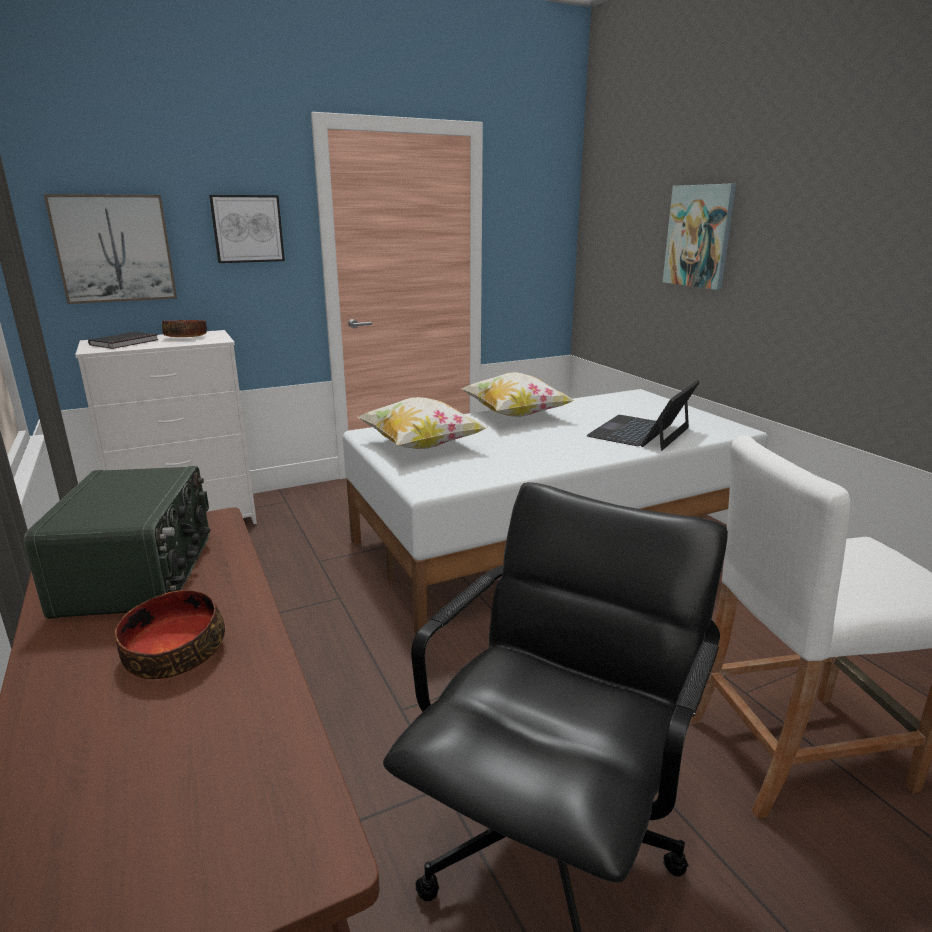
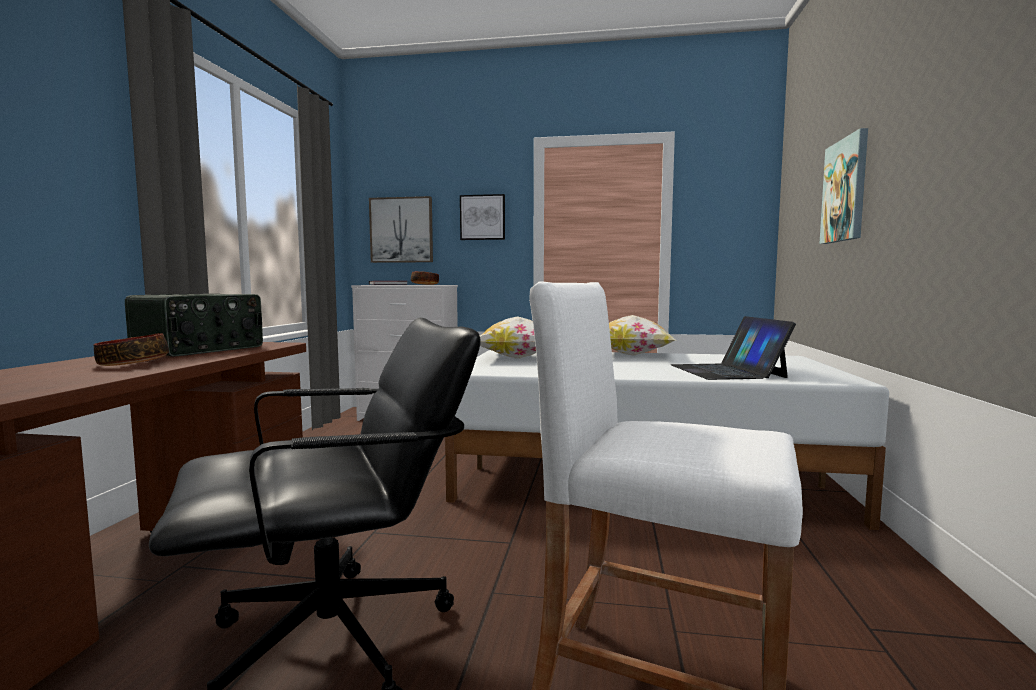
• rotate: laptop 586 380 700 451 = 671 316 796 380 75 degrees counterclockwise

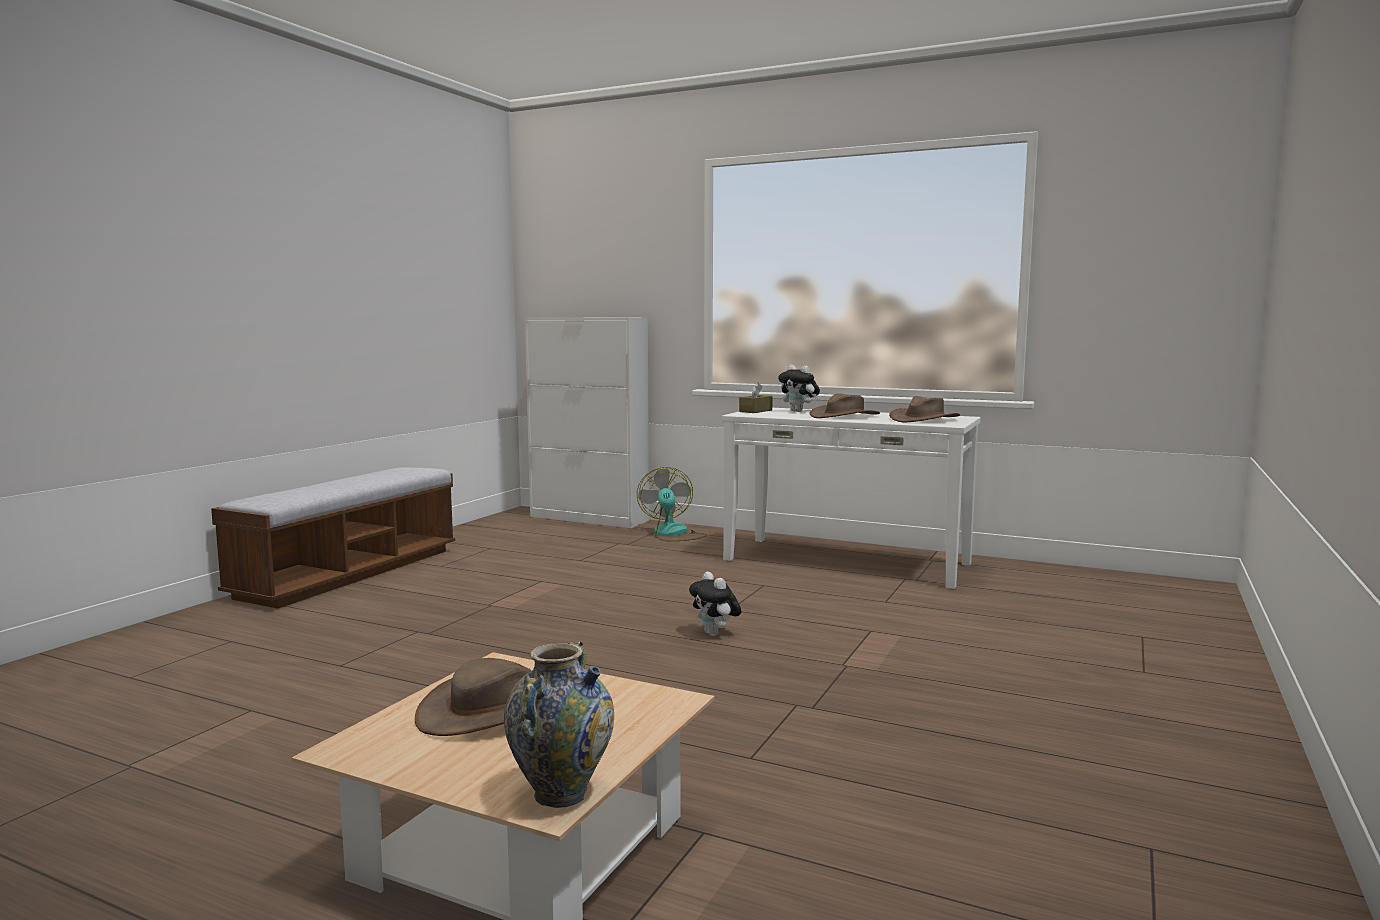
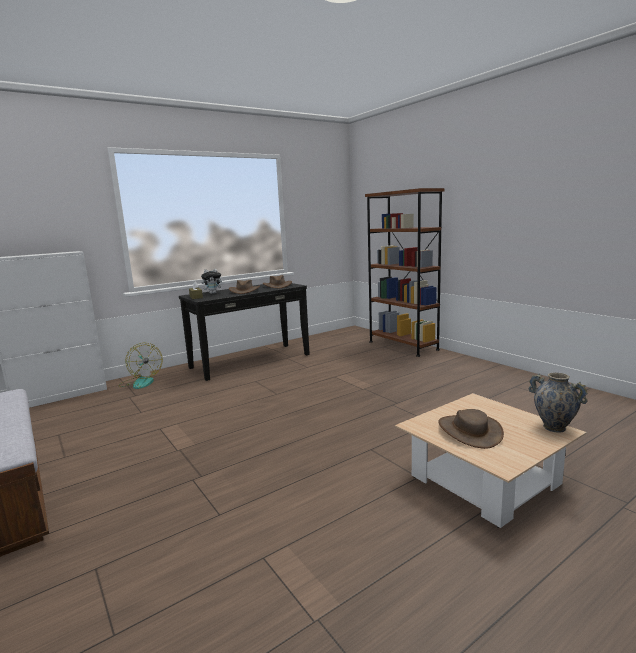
• rotate: fan 637 467 707 541 = 118 343 163 389 150 degrees counterclockwise
• delete: plush toy 689 572 741 636
• recolor: white console table 722 408 981 589 to black console table 179 283 310 381
• insert: brown bookcase 365 188 444 357

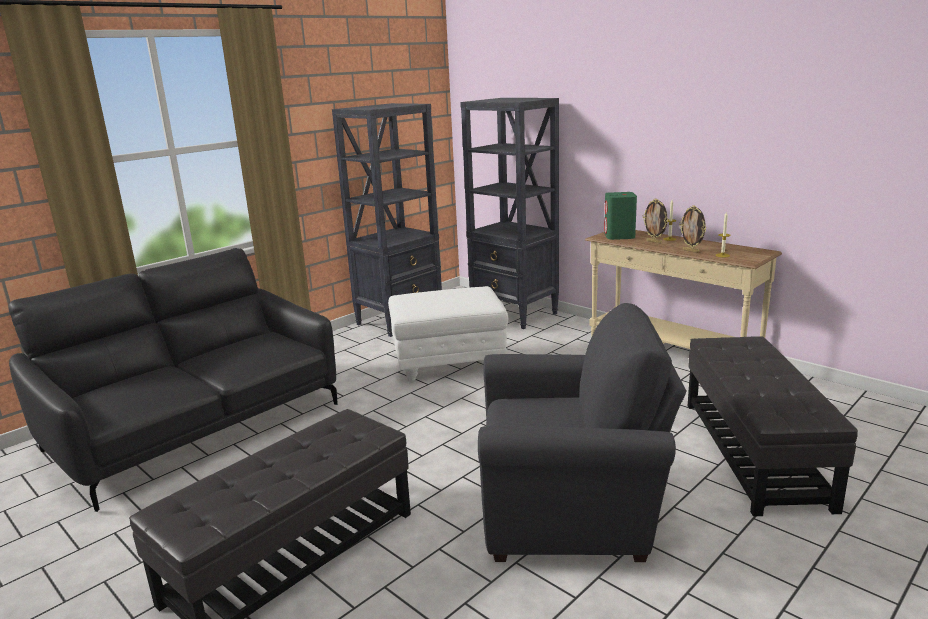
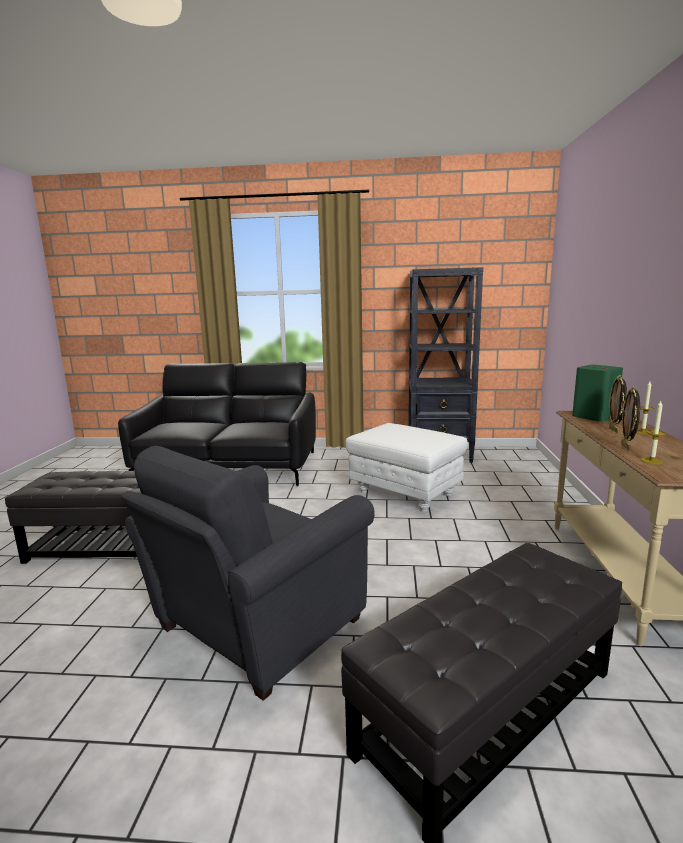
• delete: black bookcase 460 98 559 329
• rotate: grey armchair 478 303 687 562 = 121 446 375 701 75 degrees clockwise

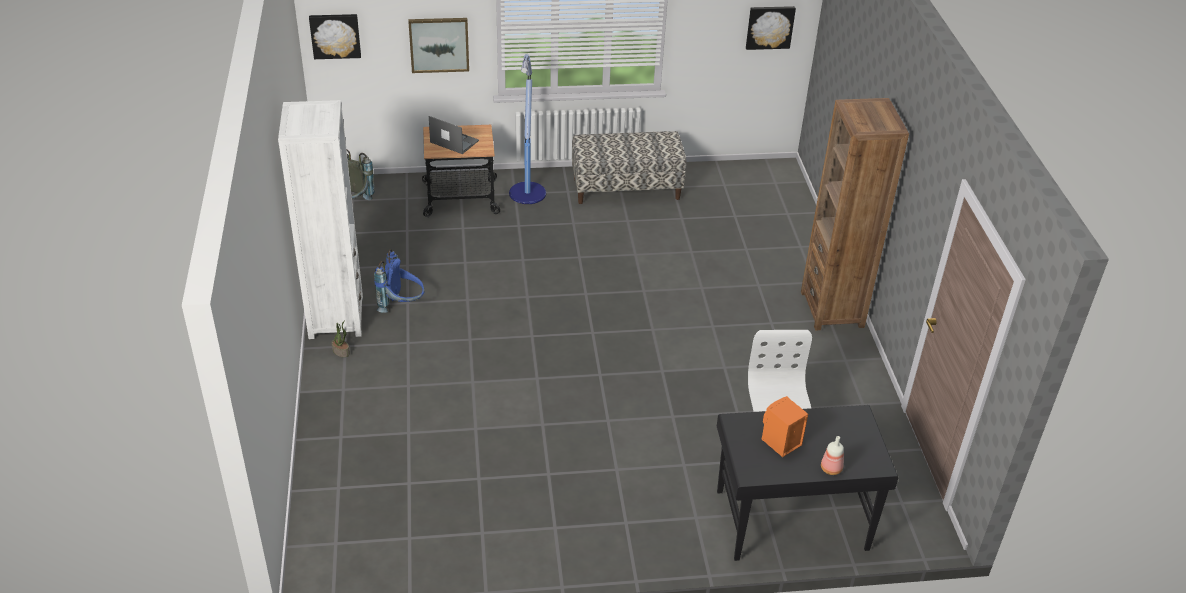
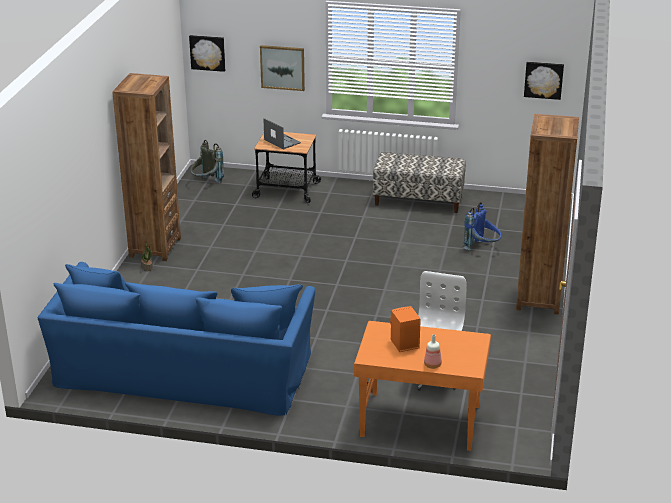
• recolor: white bookcase 278 100 363 339 to brown bookcase 112 73 181 261
• move: blue backpack 374 249 425 313 to 463 202 502 250
• delete: floor lamp 509 54 546 204
• recolor: black desk 717 405 898 561 to orange desk 354 321 491 451
• insert: blue sofa 38 262 315 416

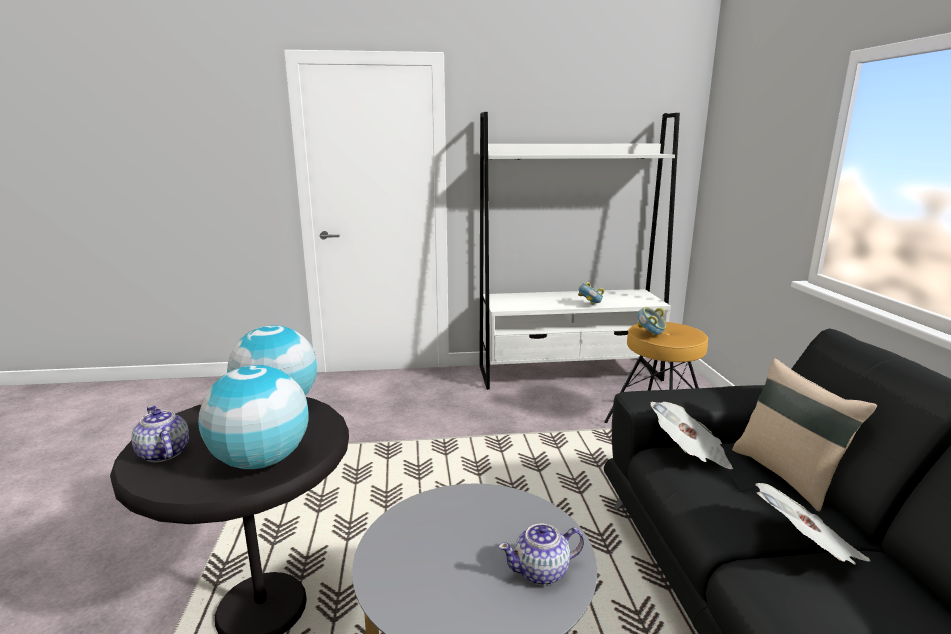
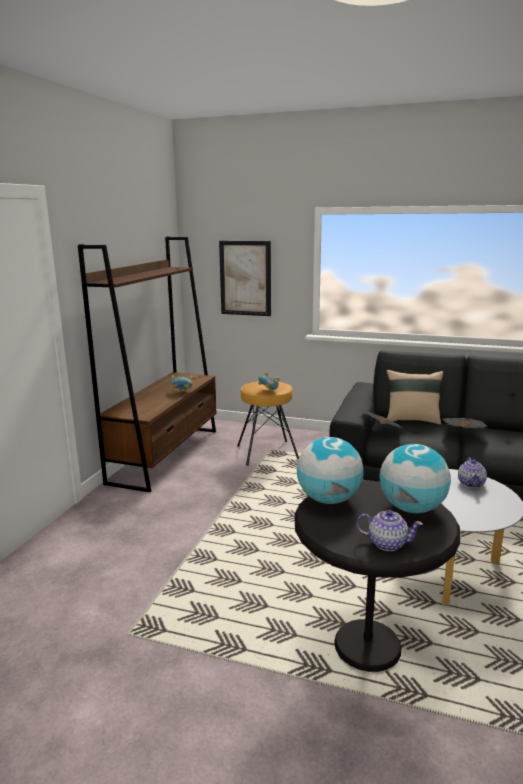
• rotate: teapot 131 405 189 462 = 356 510 423 551 150 degrees counterclockwise
• recolor: white bookcase 480 112 680 390 to brown bookcase 78 237 217 492
• insert: picture 219 241 271 316

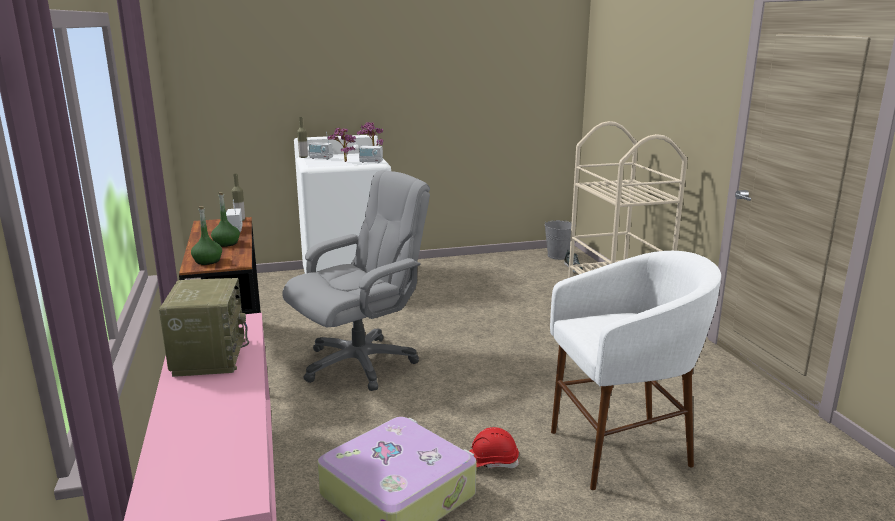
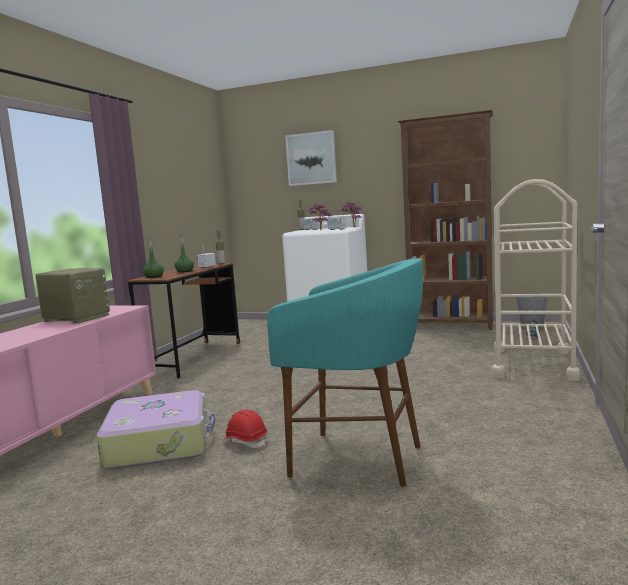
• rotate: radio 159 278 249 377 = 35 268 110 324 90 degrees counterclockwise
• delete: grey office chair 282 170 430 391
• recolor: white stool 550 251 721 490 to turquoise stool 267 258 423 487
• insert: picture 285 130 337 186
• insert: brown bookcase 397 110 493 330

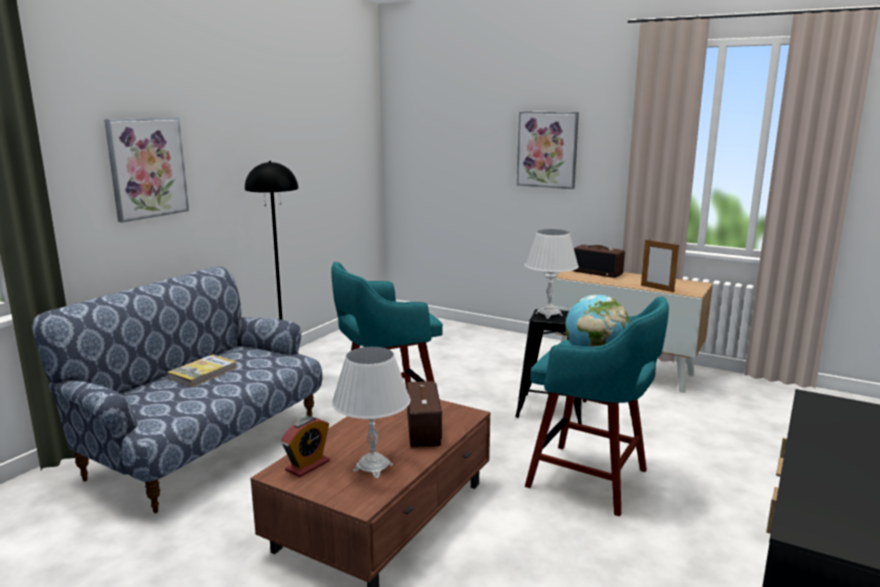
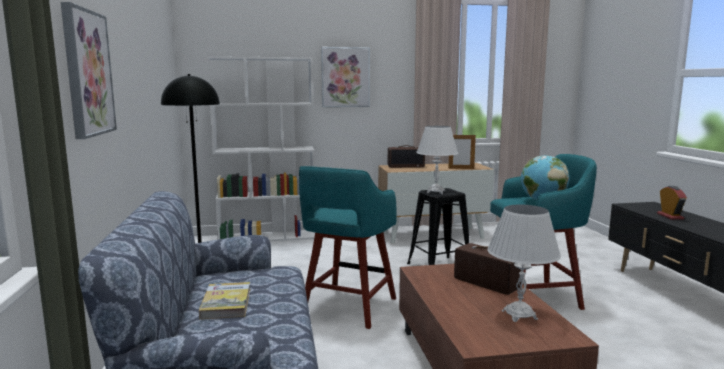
• move: alarm clock 281 416 330 478 to 657 186 687 220
• insert: white bookcase 207 56 315 241

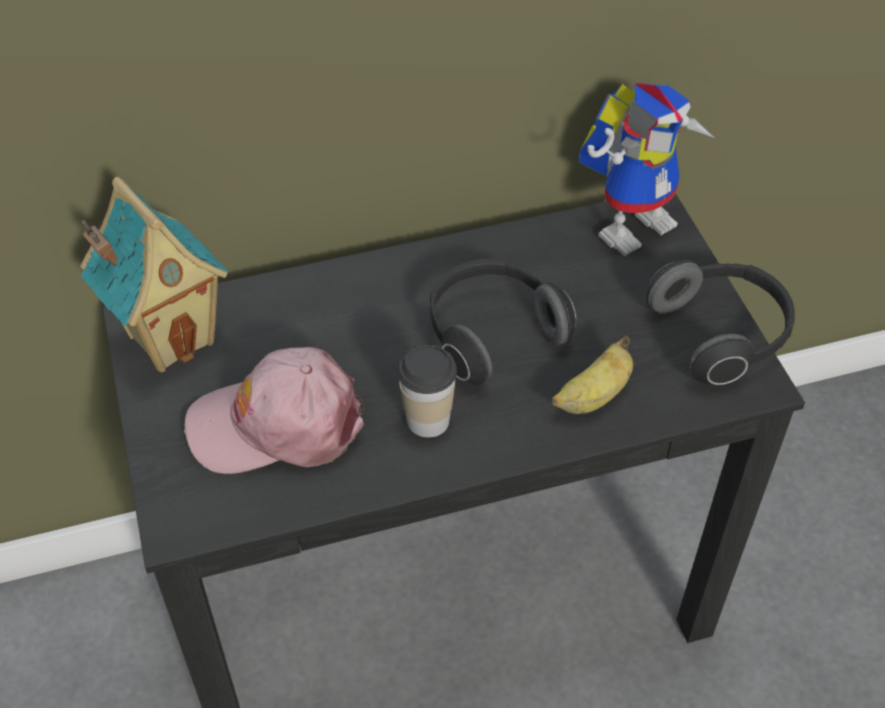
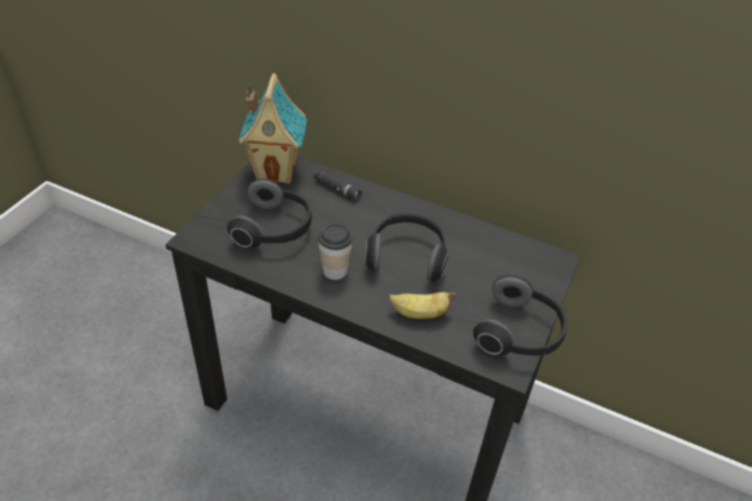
• replace: pink cap 184 347 364 474 to headphones 227 179 312 248
• delete: toy robot 579 83 714 256
• insert: black flashlight 314 169 362 201

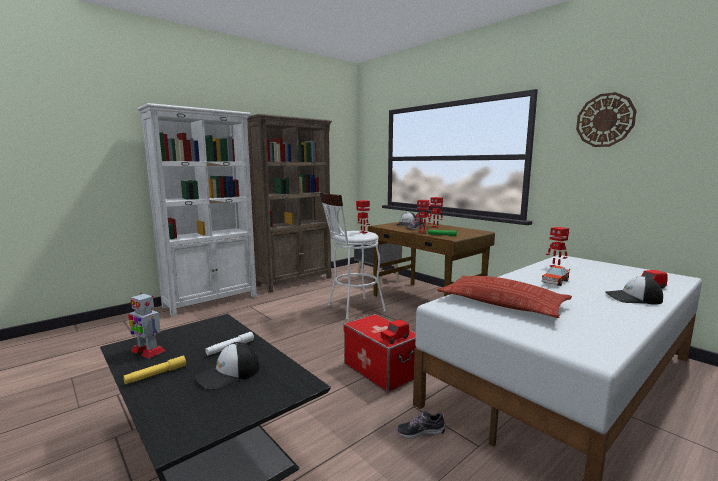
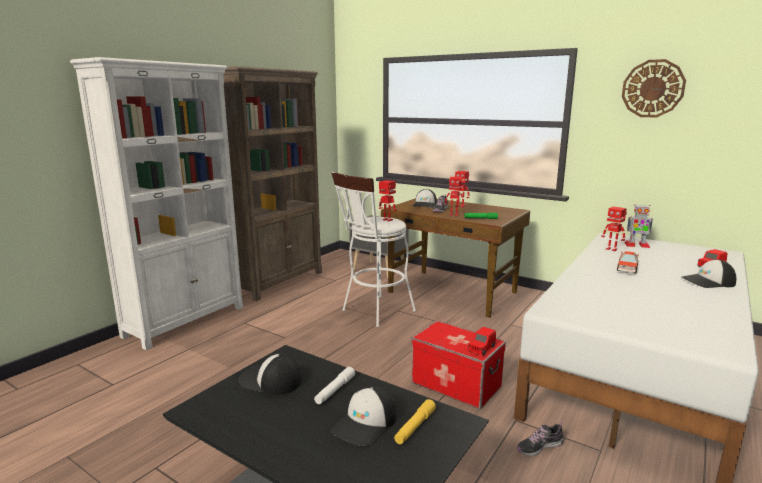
• move: yellow flashlight 123 356 186 384 to 394 399 436 444
• move: toy robot 128 292 166 359 to 625 204 653 248
• delete: pillow 437 275 572 318
• insert: cap 239 354 302 395

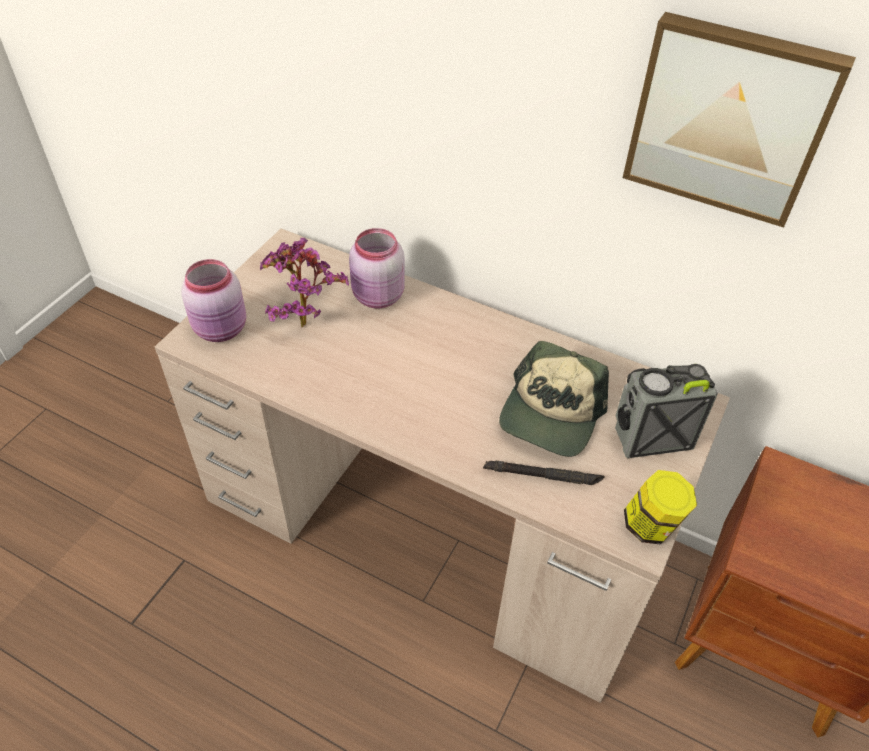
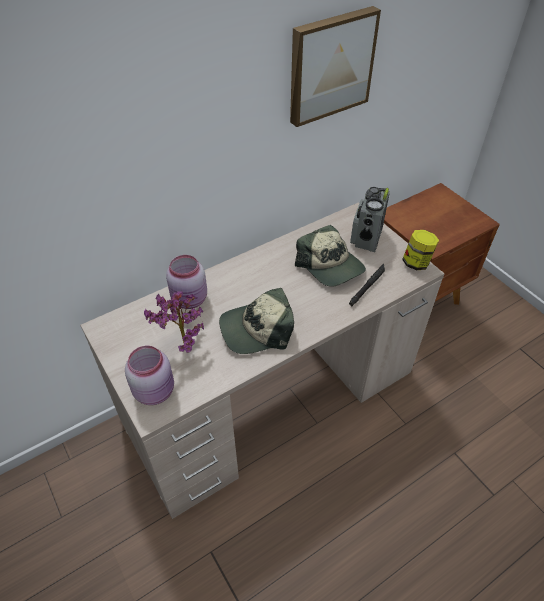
• insert: cap 219 288 294 354

